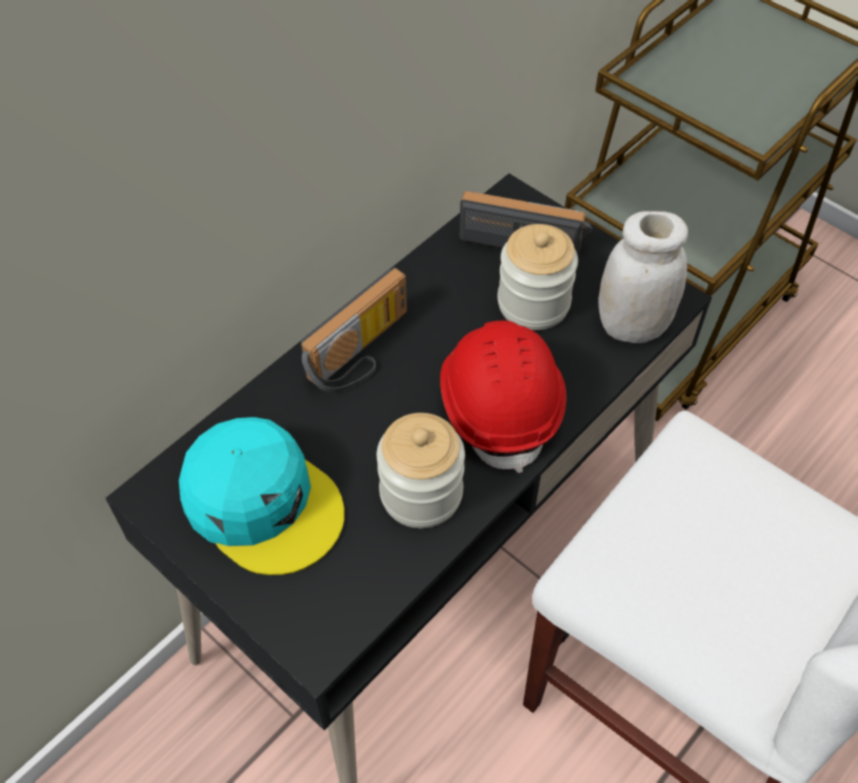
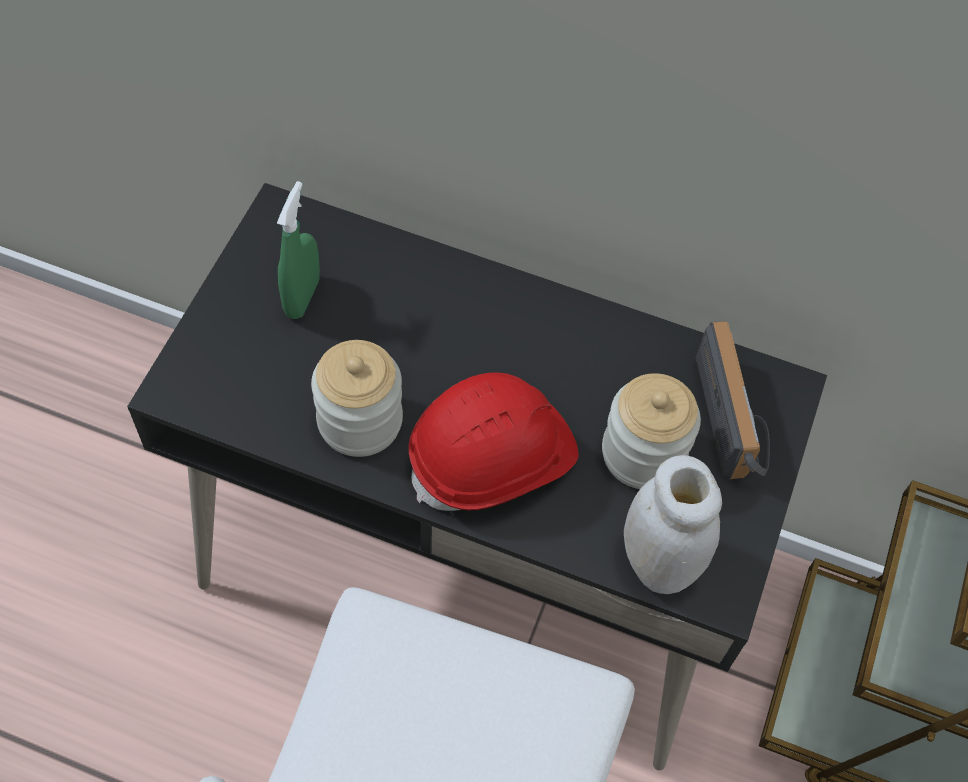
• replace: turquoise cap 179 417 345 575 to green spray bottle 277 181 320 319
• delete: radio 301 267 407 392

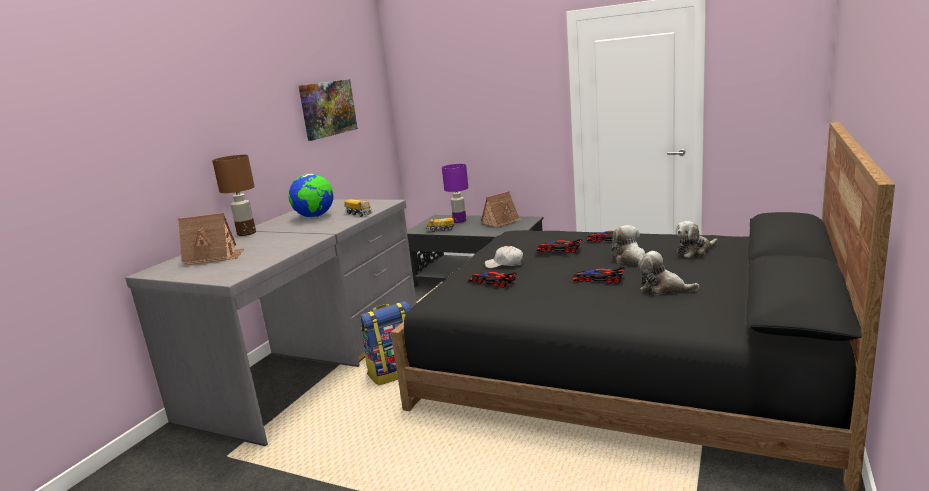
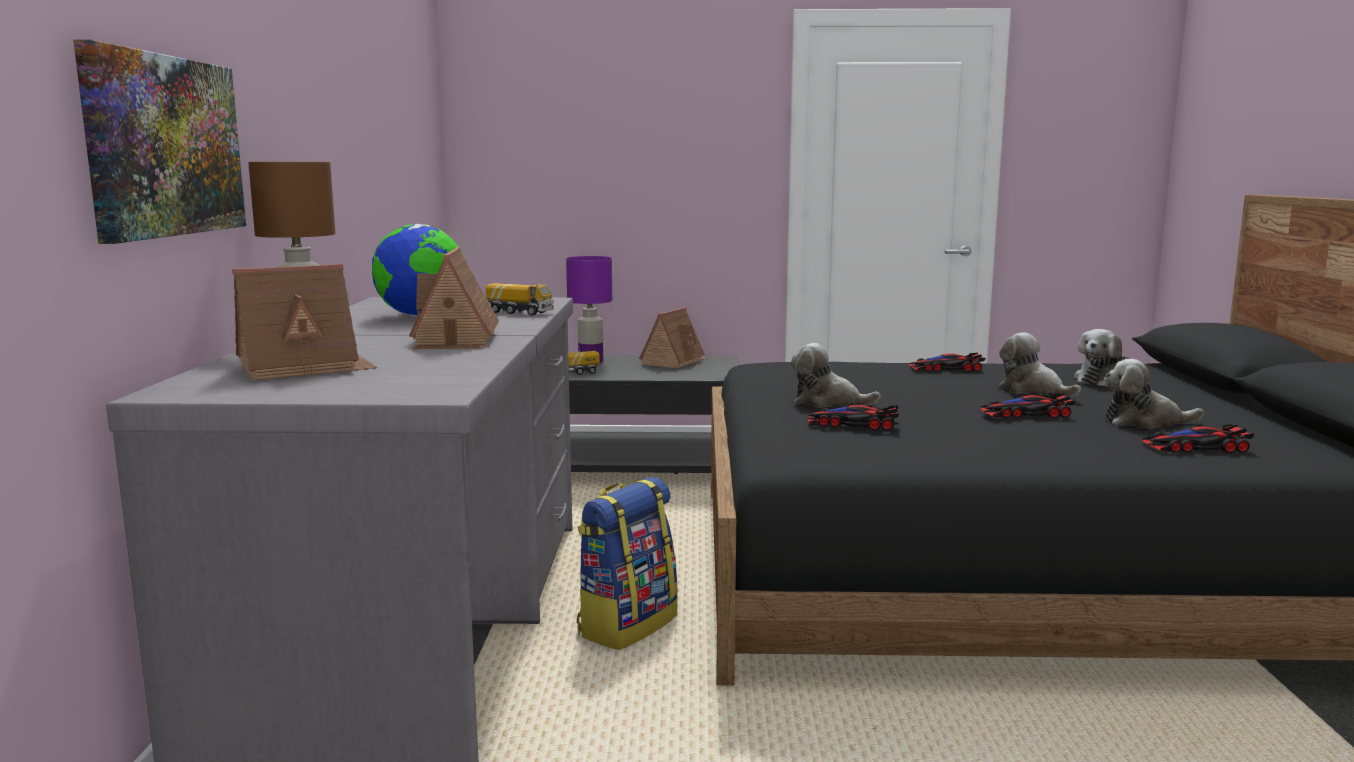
• move: picture 299 79 358 141 to 73 40 246 244
• replace: white cap 485 246 523 268 to plush toy 791 343 881 408
• move: toy car 536 239 582 253 to 1142 424 1254 453
• insert: toy house 409 247 499 349

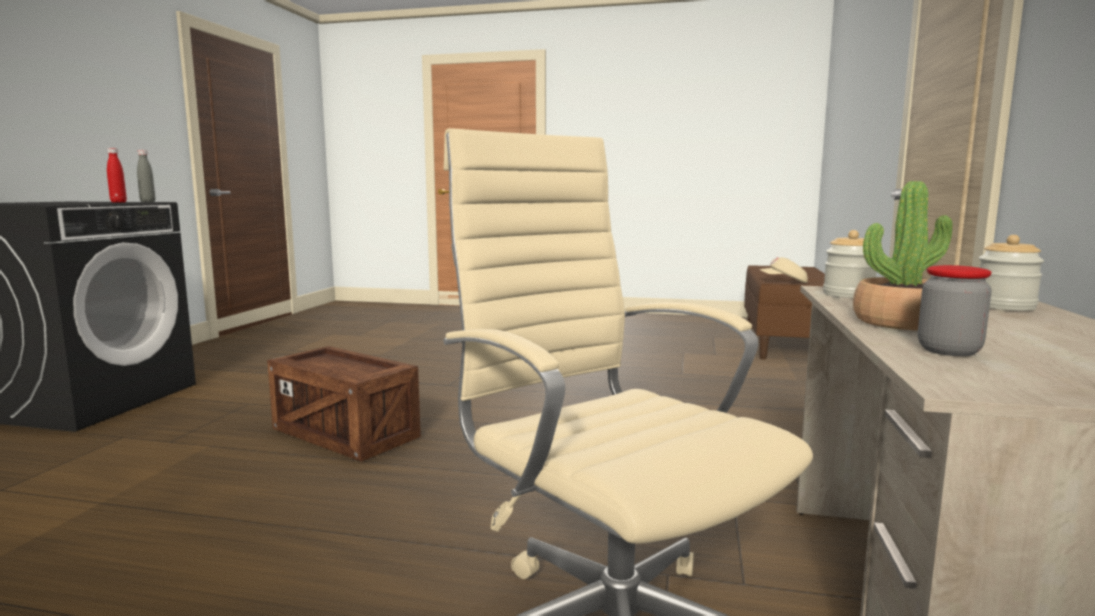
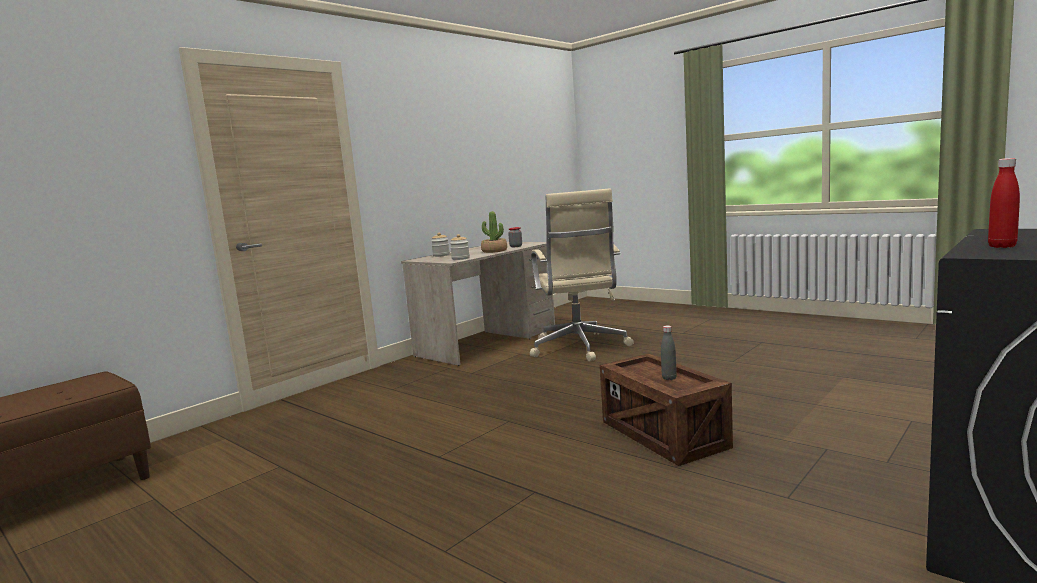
• move: grey bottle 137 150 155 202 to 661 325 677 380
• delete: beige cap 760 257 808 283

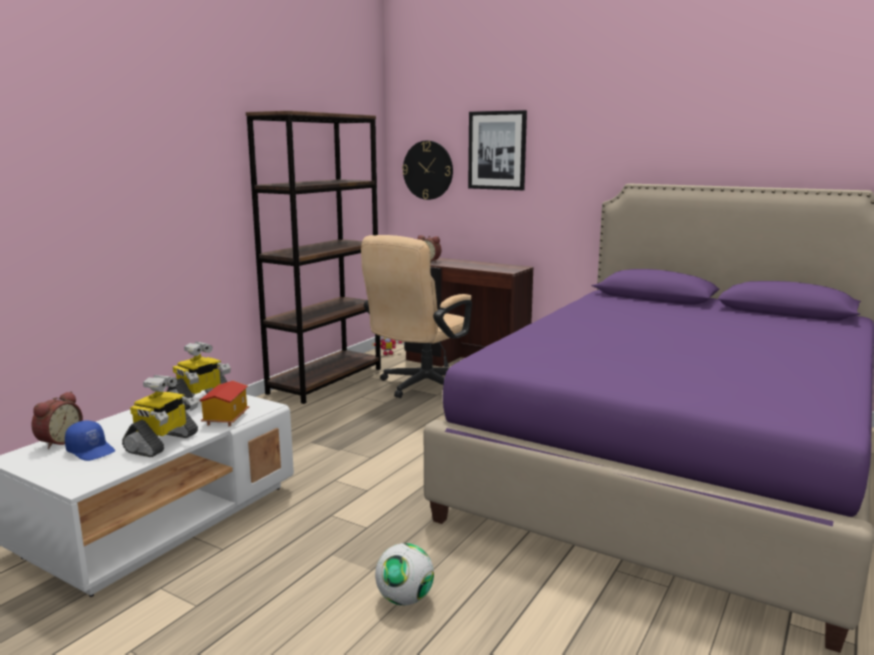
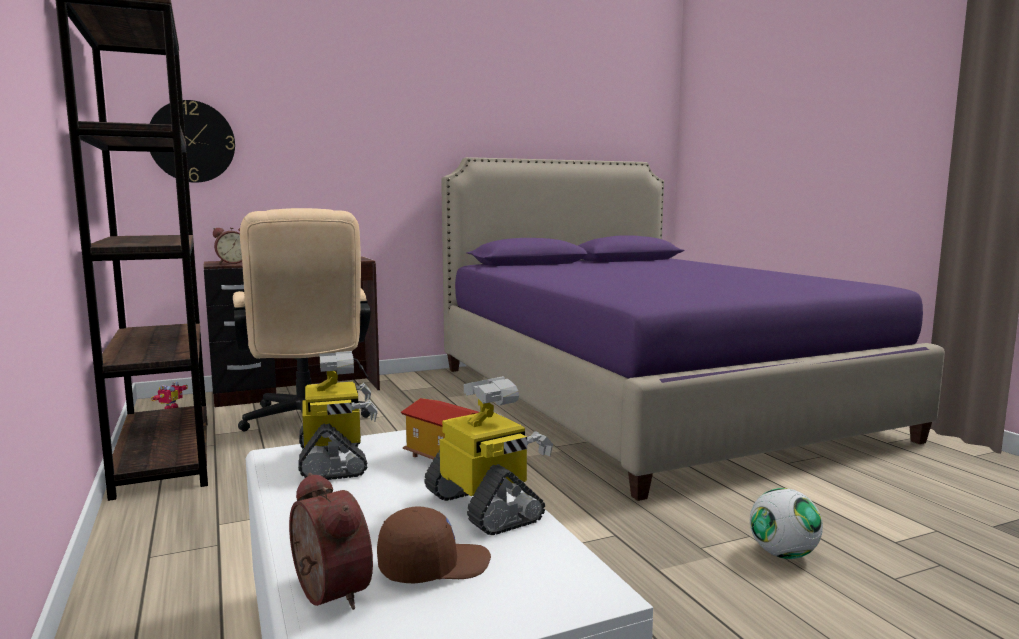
• recolor: blue cap 65 421 115 461 to brown cap 377 506 491 583
• delete: picture 468 110 527 190

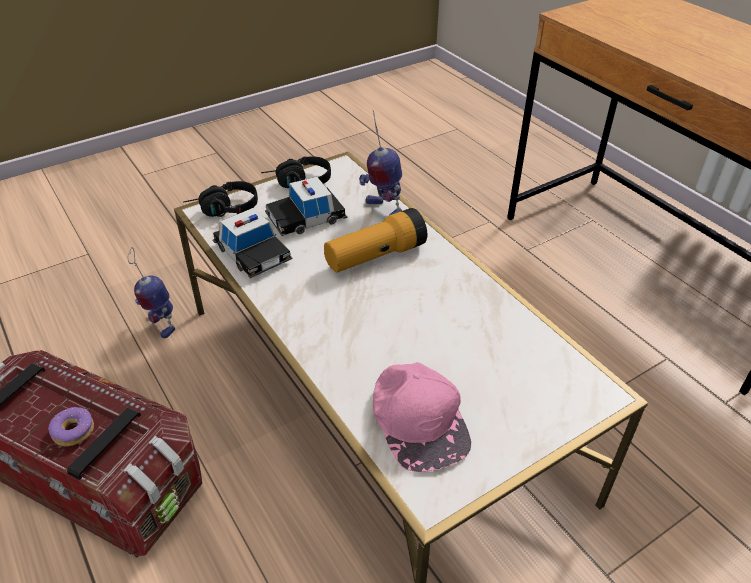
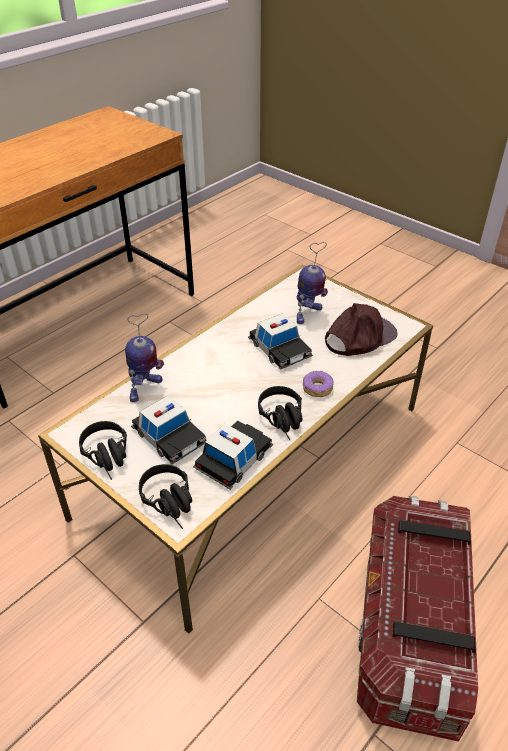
• move: donut 49 407 94 447 to 303 370 334 397
• move: toy robot 127 247 175 338 to 297 242 328 324
• delete: flashlight 324 208 427 272
• recolor: pink cap 373 362 471 472 to brown cap 325 303 398 356
• insert: toy car 248 313 313 370
• insert: black headphones 258 386 302 440

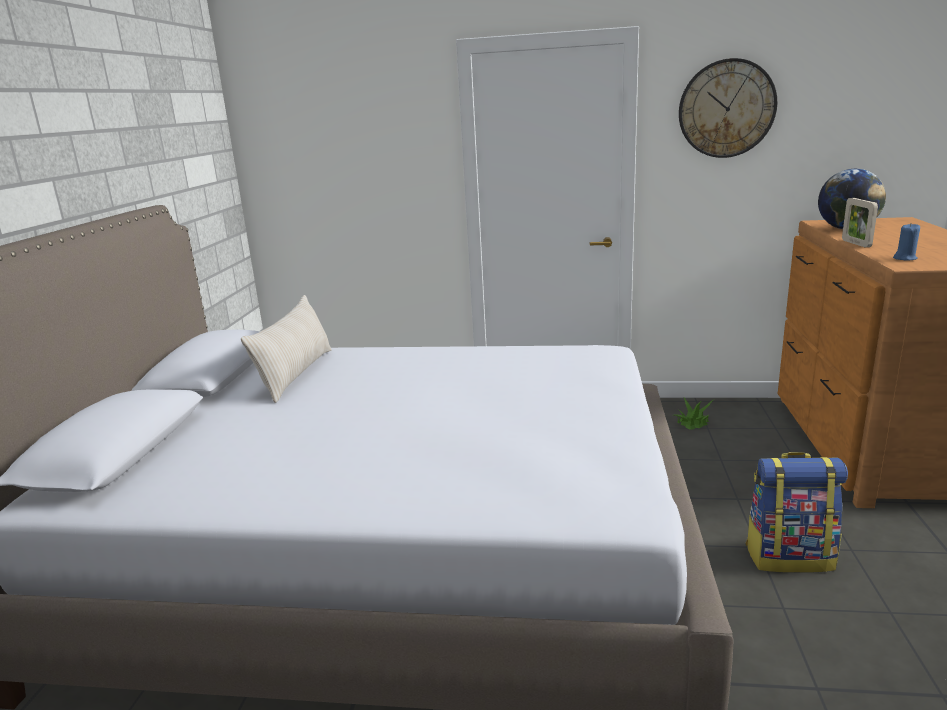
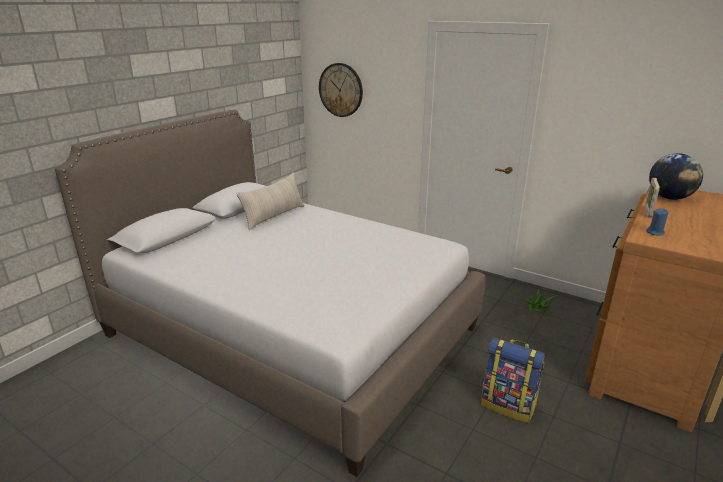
• move: wall clock 679 58 777 158 to 319 63 363 117

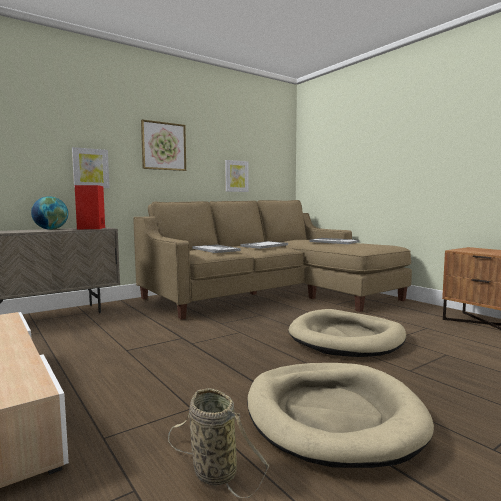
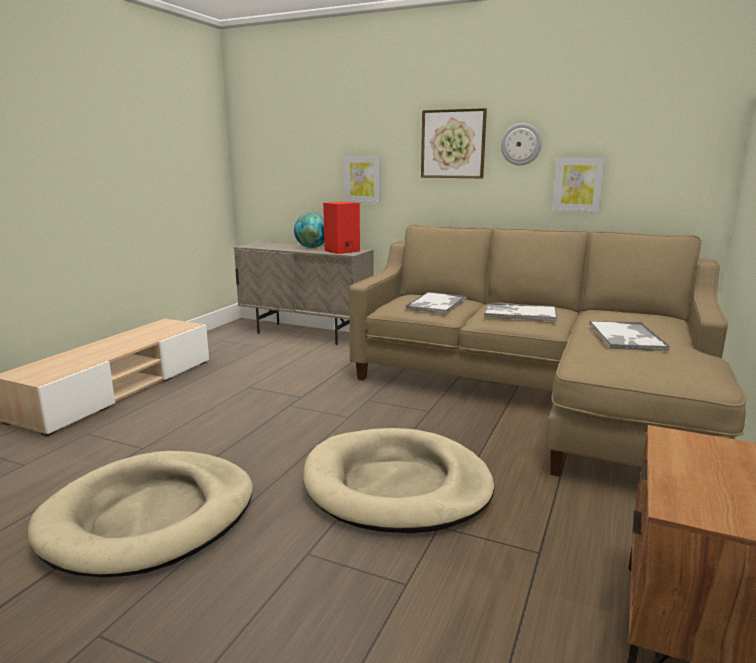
• delete: basket 168 388 269 498
• insert: wall clock 501 123 542 166

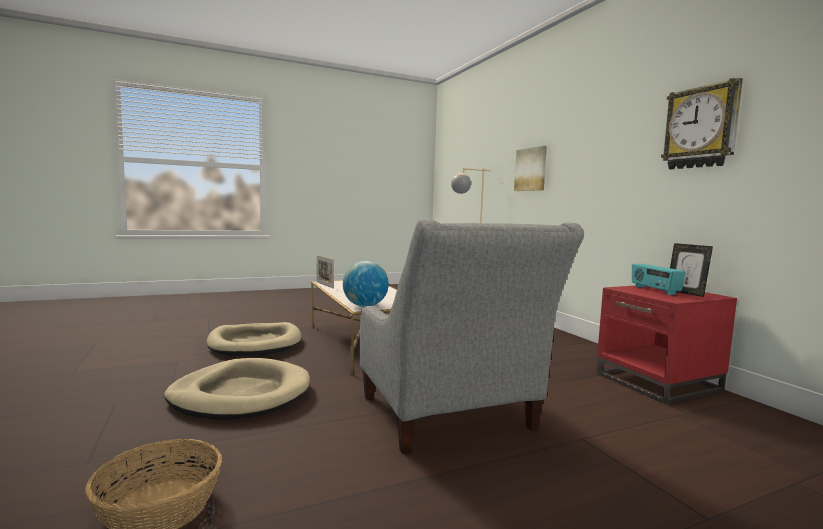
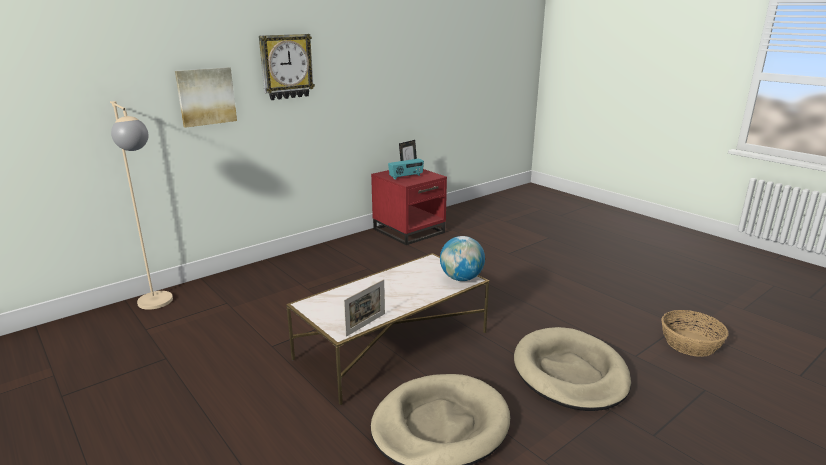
• delete: grey armchair 360 220 584 454
• move: wall clock 661 78 743 169 to 259 34 315 100

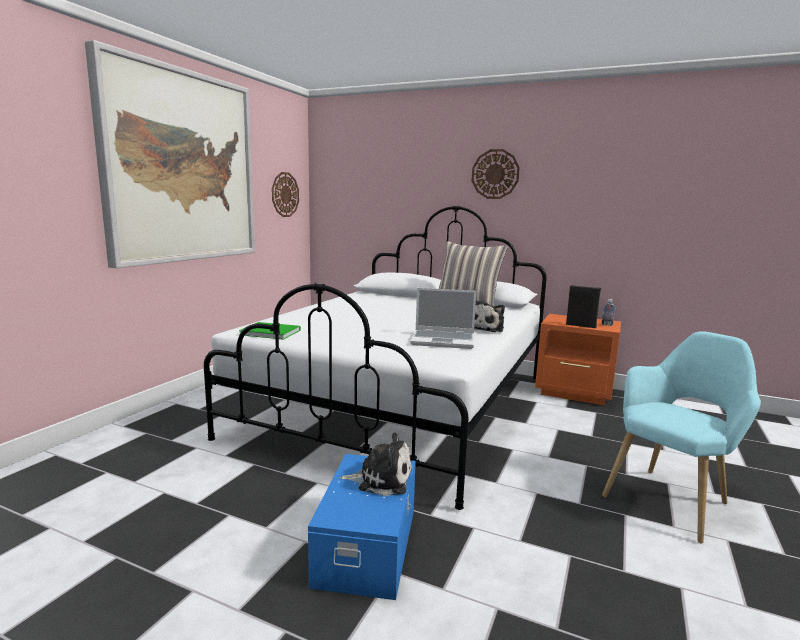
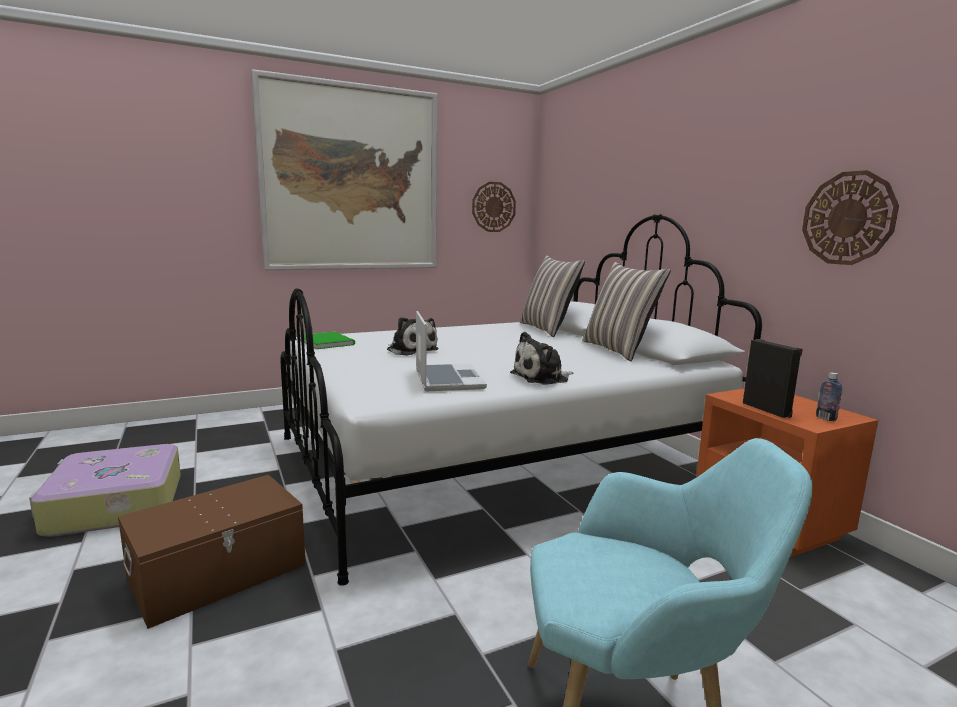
• recolor: blue storage box 308 454 416 600 to brown storage box 118 475 306 629
• move: plush toy 340 433 412 496 to 387 317 439 356
• rotate: laptop 410 288 476 349 = 416 311 487 391 150 degrees counterclockwise
• move: wall clock 472 149 520 199 to 802 170 899 265
• insert: suitcase 29 444 181 537
• insert: pillow 520 255 585 337

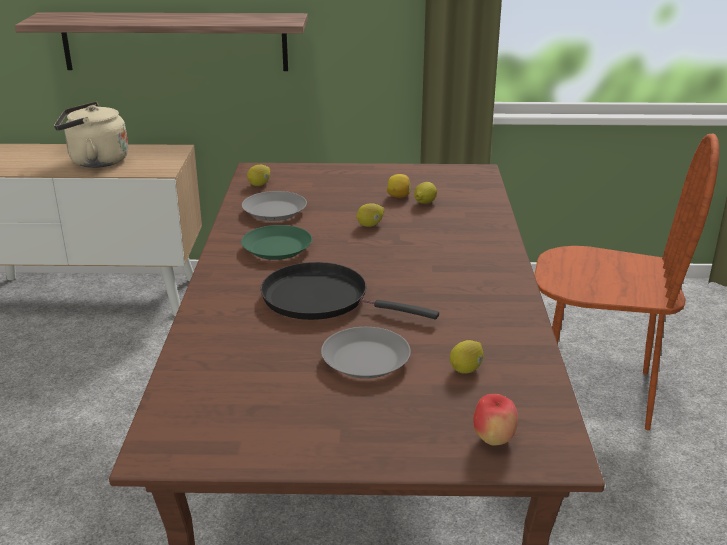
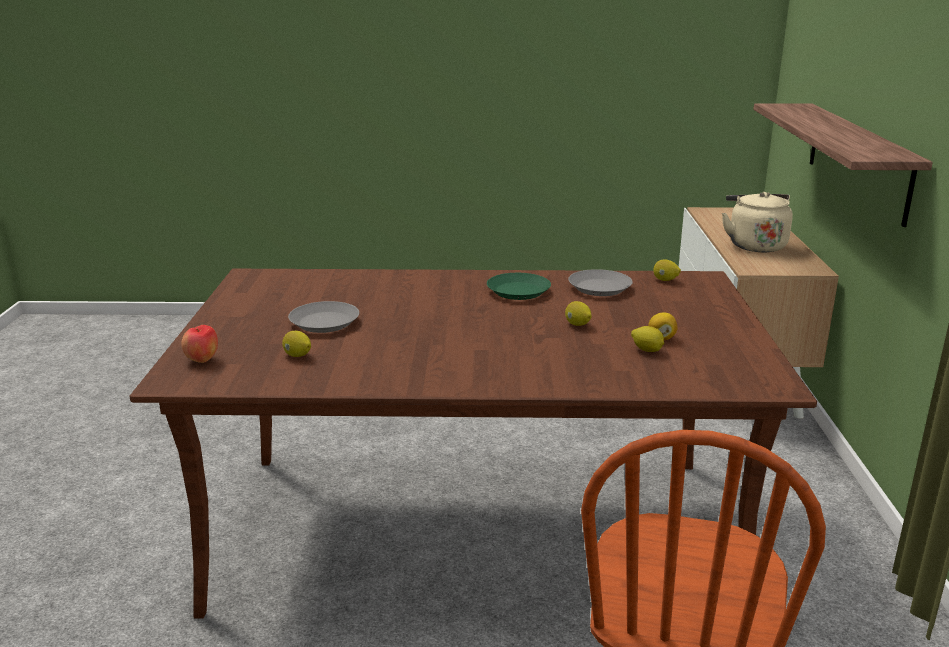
• delete: black frying pan 261 262 439 320

